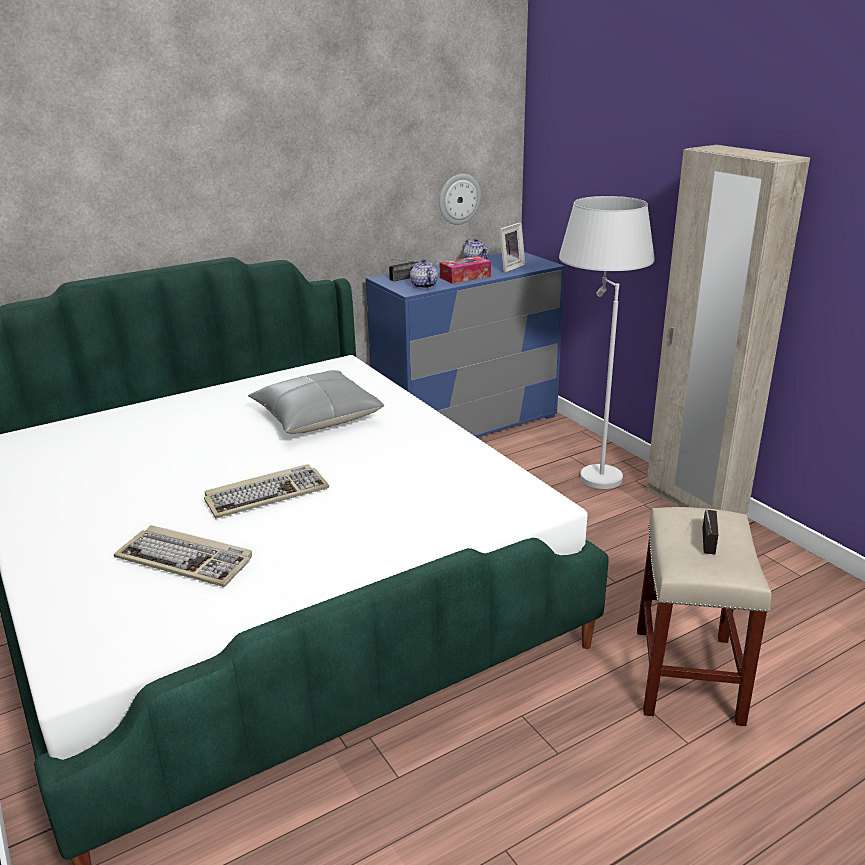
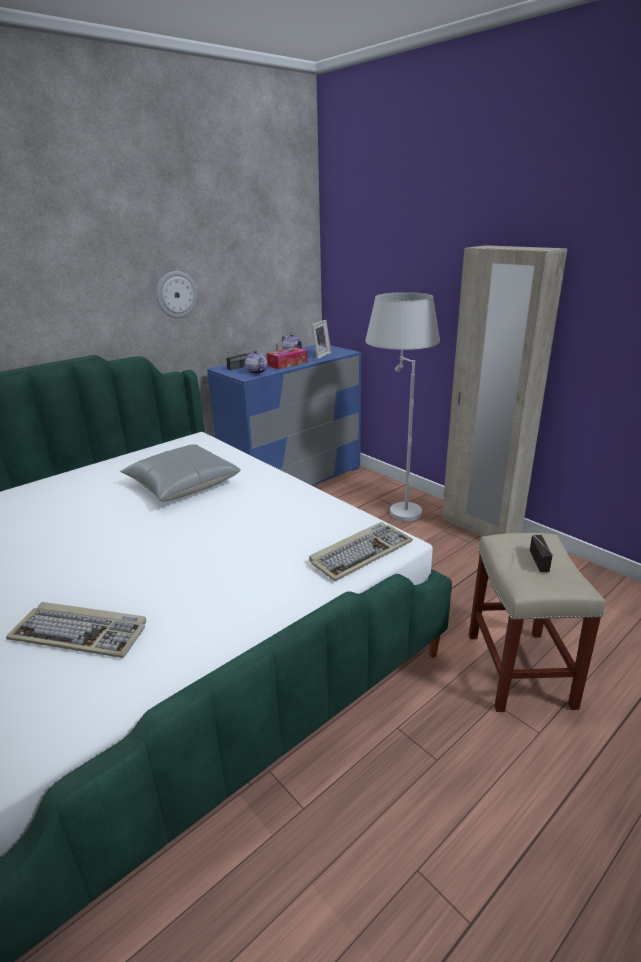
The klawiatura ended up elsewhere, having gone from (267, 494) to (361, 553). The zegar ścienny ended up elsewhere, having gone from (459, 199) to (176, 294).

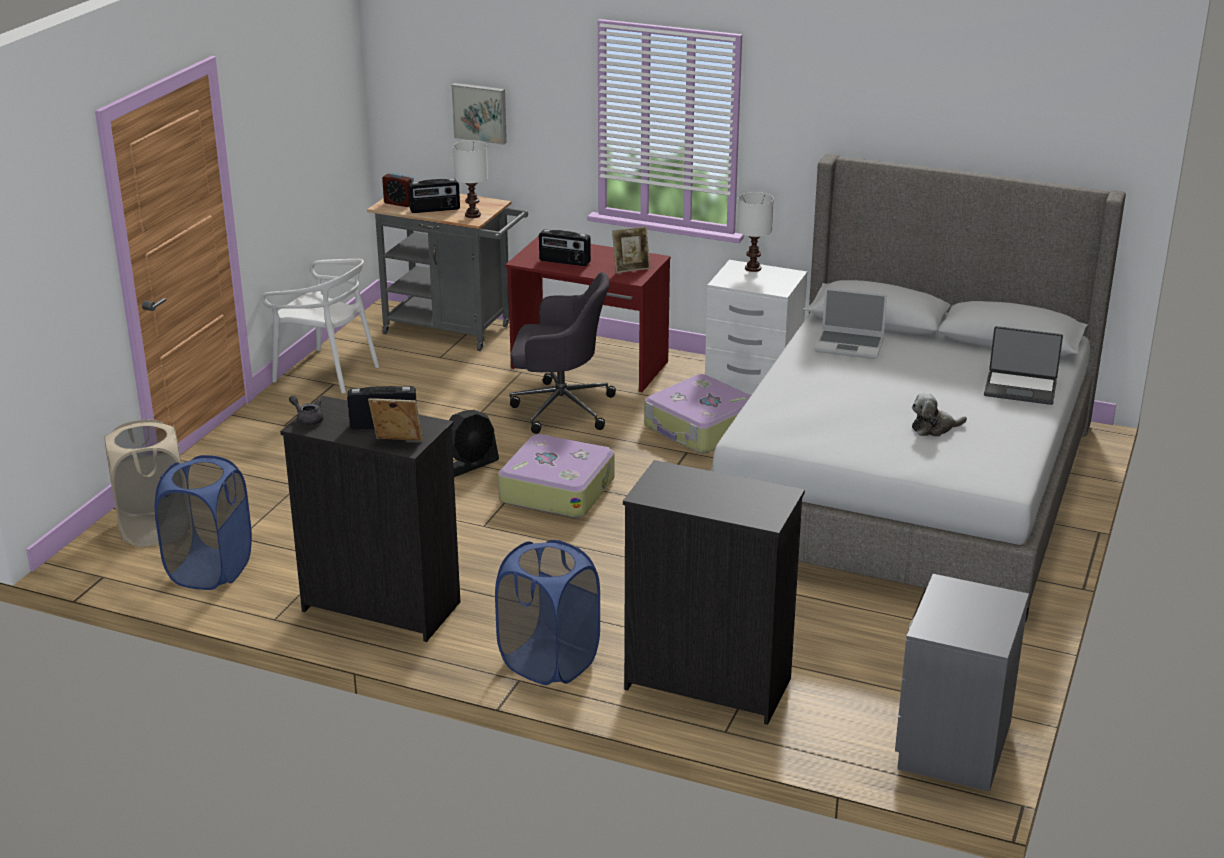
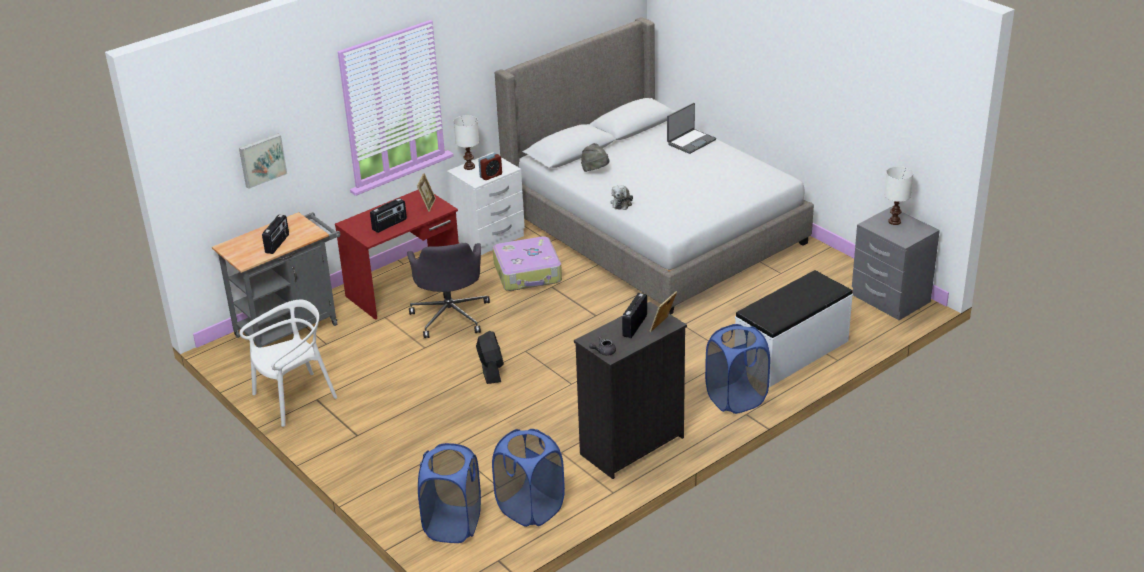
The second view lost the walizka at (557, 489). The budzik ended up elsewhere, having gone from (399, 203) to (491, 176). The lampa stołowa [biały] ended up elsewhere, having gone from (473, 215) to (894, 221). The pluszak ended up elsewhere, having gone from (934, 428) to (621, 203). Where the komoda [czarny] stood at (706, 683), the ławka [biały] came to stand at (792, 353). Where the laptop stood at (850, 345), the kapelusz [szary] came to stand at (595, 171). What was the kosz na pranie [beżowy] at (154, 529) turned into the kosz na pranie [niebieski] at (453, 525). The krzesło biurowe [szary] at (560, 408) ended up facing another way, 135 degrees clockwise from before.

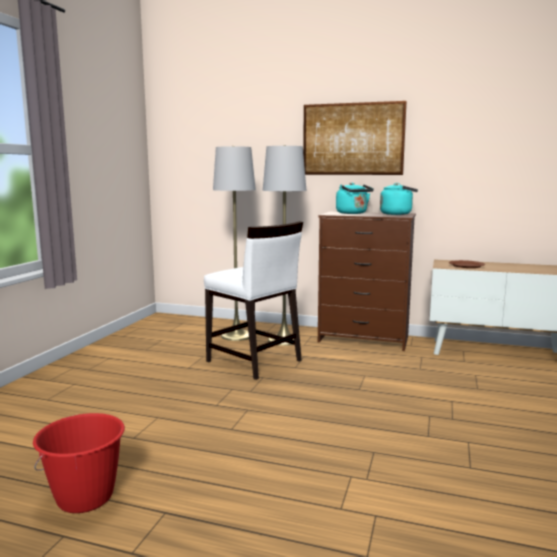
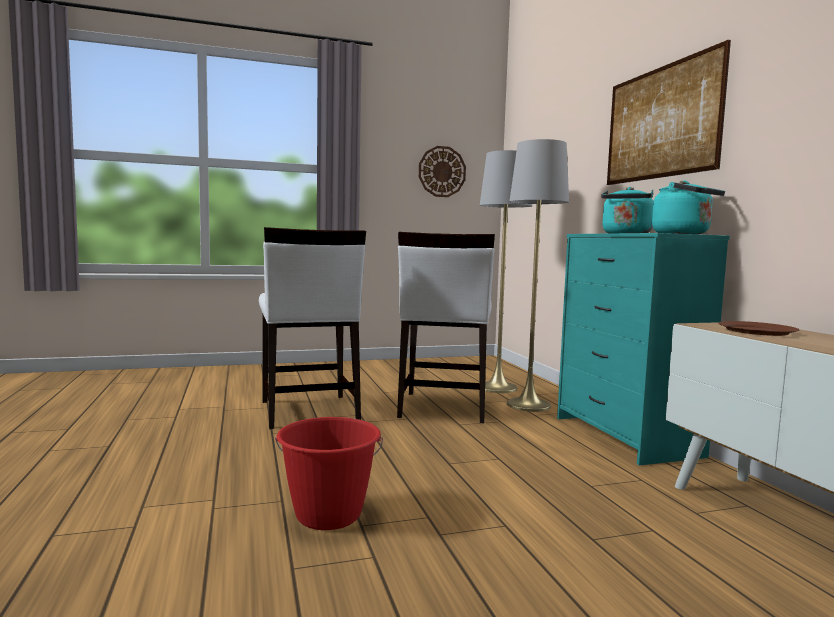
The second view gained the krzesło [biały] at (308, 411). The second view gained the zegar ścienny at (442, 171). The wiadro [czerwony] ended up elsewhere, having gone from (85, 497) to (328, 515). What was the komoda [brązowy] at (363, 339) turned into the komoda [turkusowy] at (624, 436).

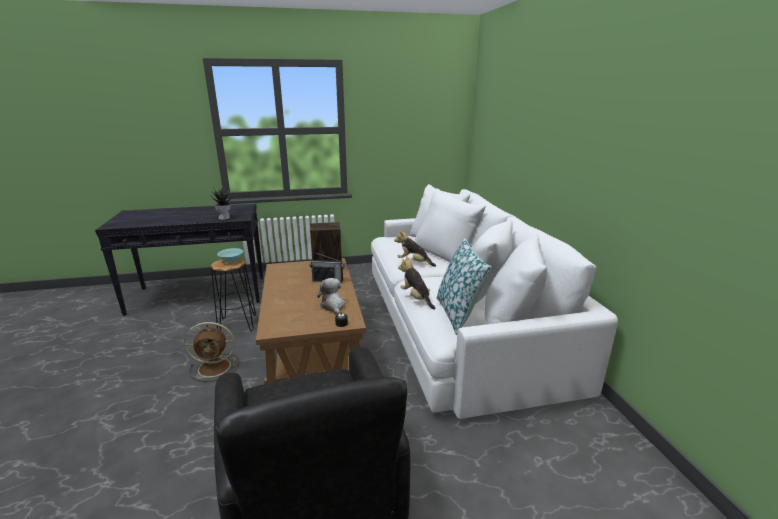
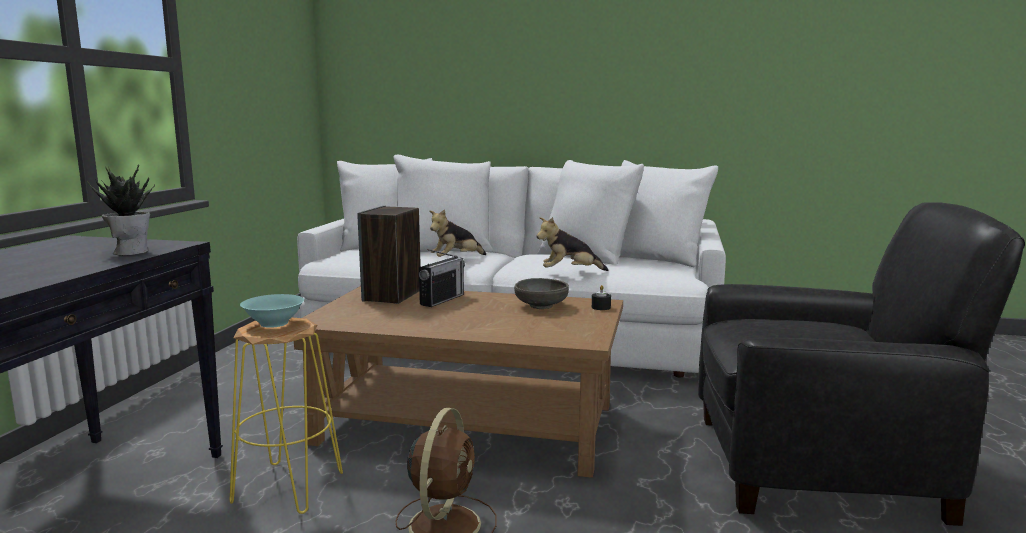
The second view lost the poduszka at (458, 314). Where the pluszak stood at (333, 306), the miska [szary] came to stand at (541, 306). What was the stołek [czarny] at (238, 324) turned into the stołek [żółty] at (288, 487).

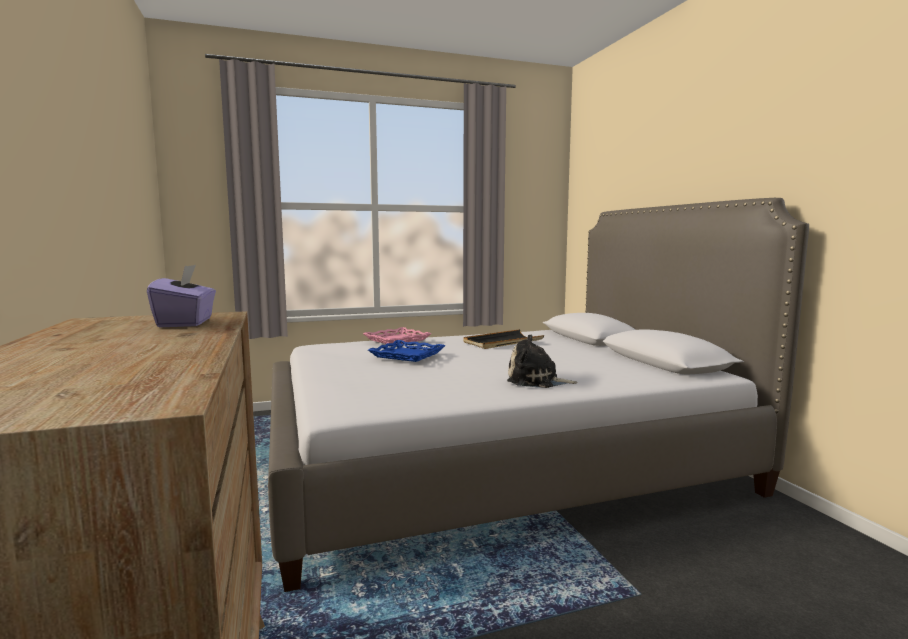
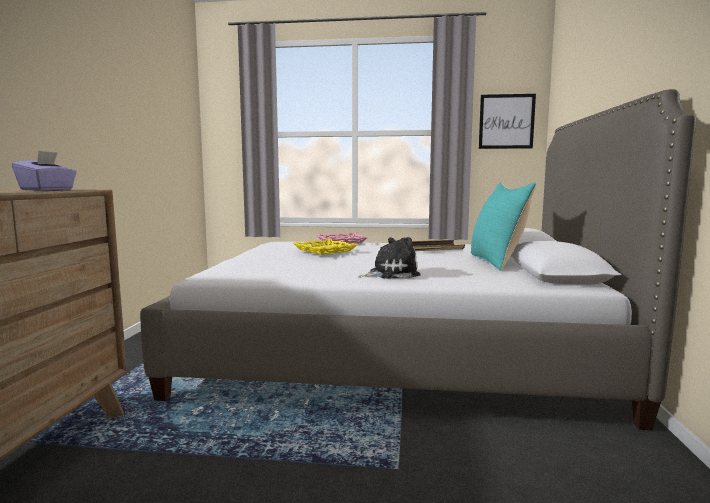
The second view gained the poduszka [turkusowy] at (497, 262). The second view gained the obraz at (506, 121). What was the taca [niebieski] at (407, 355) turned into the taca [żółty] at (324, 250). The pluszak at (536, 381) ended up facing another way, 120 degrees clockwise from before.

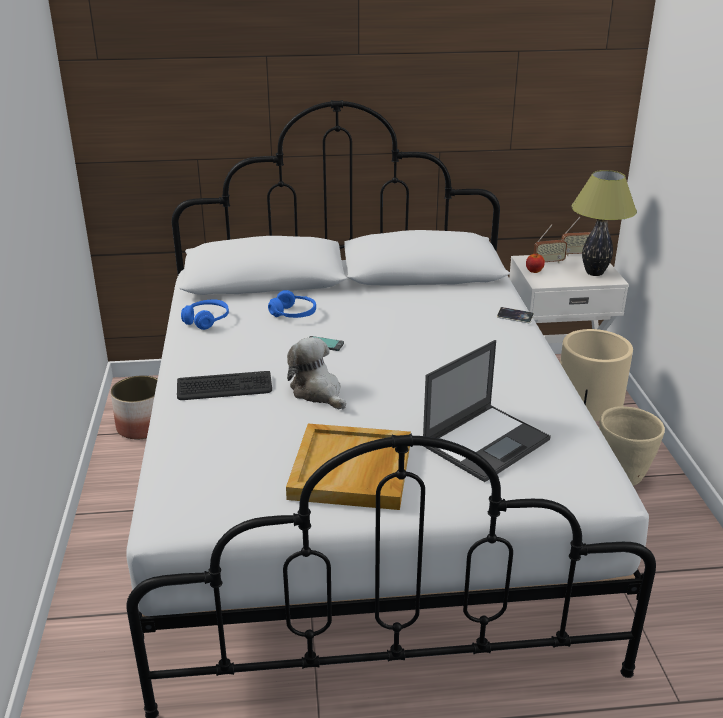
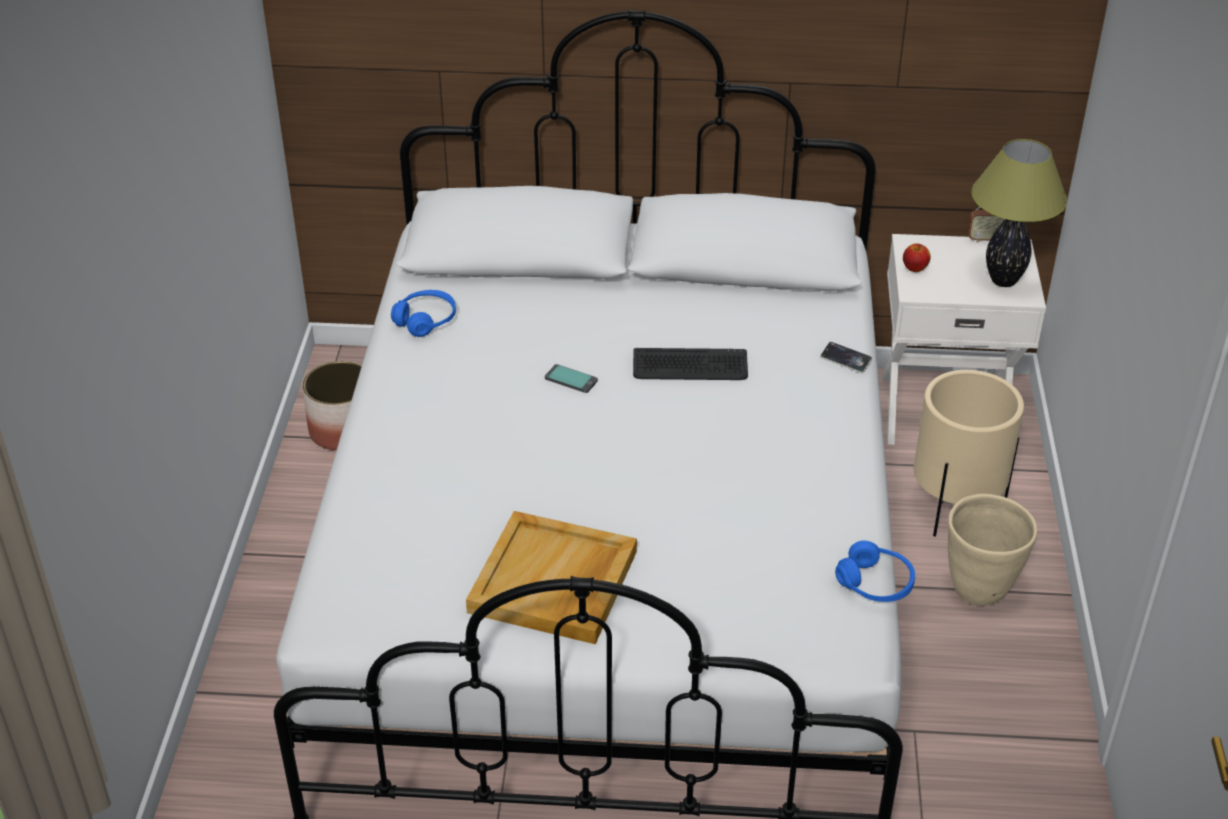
The second view lost the pluszak at (318, 392). The second view lost the laptop at (486, 442). The second view lost the radio at (548, 262). The klawiatura ended up elsewhere, having gone from (224, 387) to (690, 366). The słuchawki [niebieski] ended up elsewhere, having gone from (293, 314) to (875, 583).

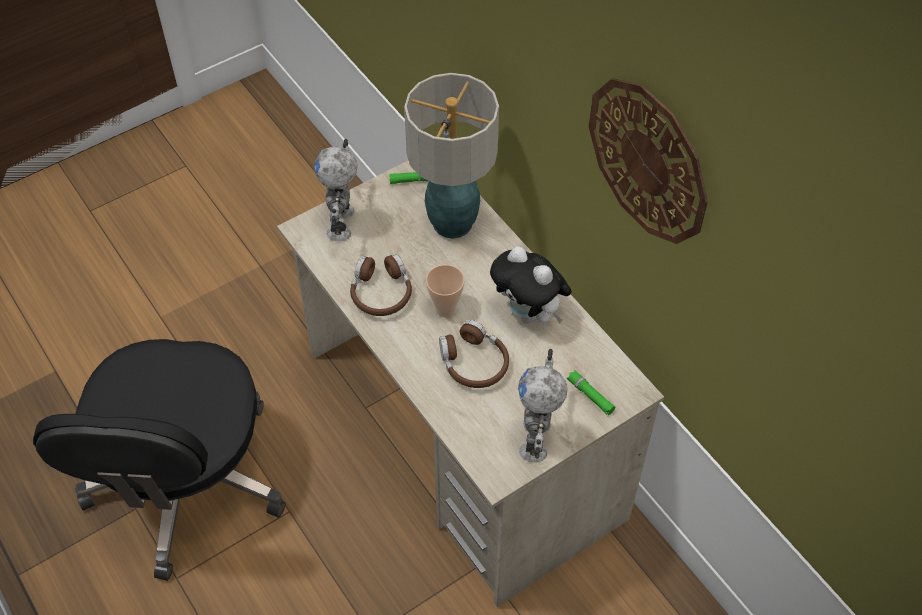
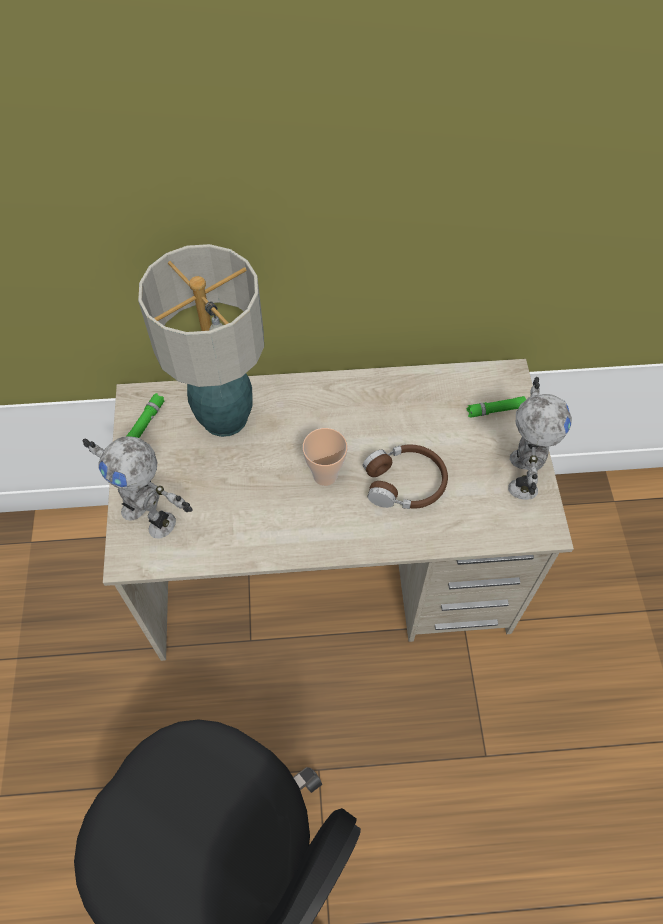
The second view lost the słuchawki [brązowy] at (381, 292). The second view lost the pluszak at (529, 314). The second view lost the zegar ścienny at (648, 160). The robot zabawkowy at (537, 439) ended up facing another way, 120 degrees counterclockwise from before.

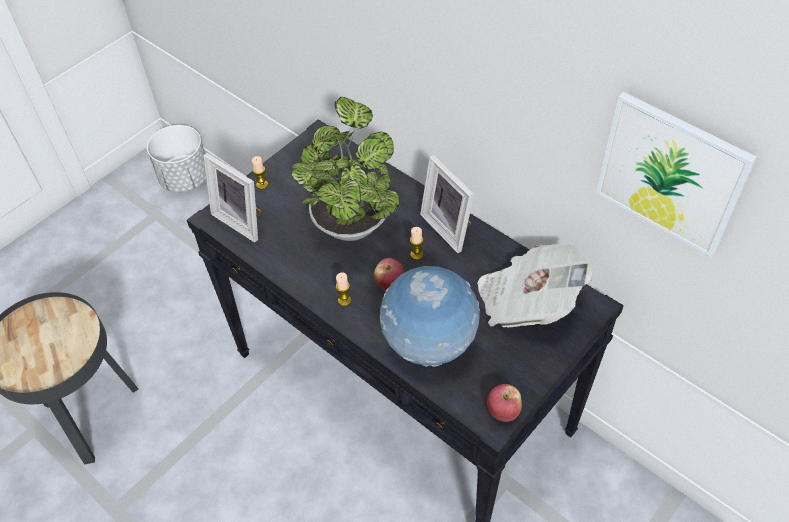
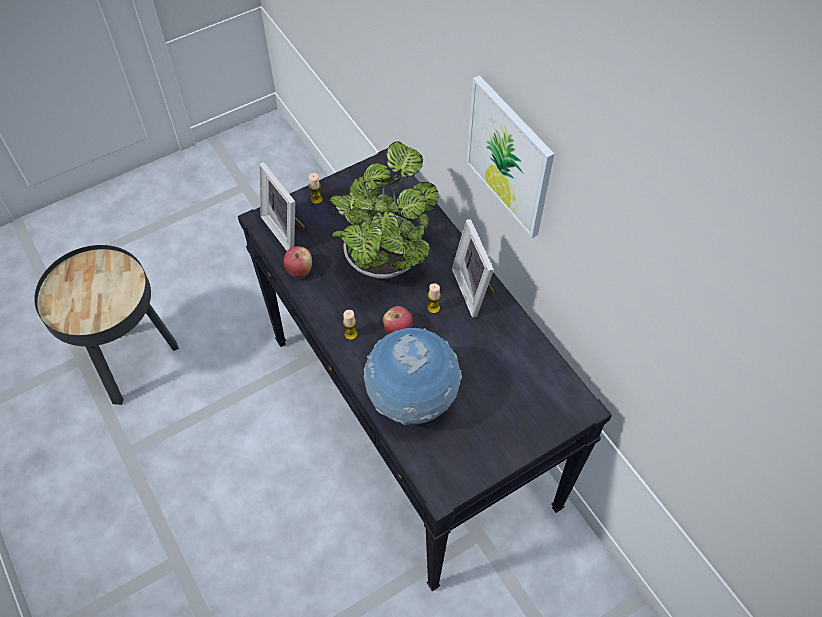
The second view lost the donica [biały] at (185, 179). The second view lost the gazeta at (527, 301). The jabłko ended up elsewhere, having gone from (503, 412) to (299, 271). The obraz ended up elsewhere, having gone from (670, 174) to (509, 157).

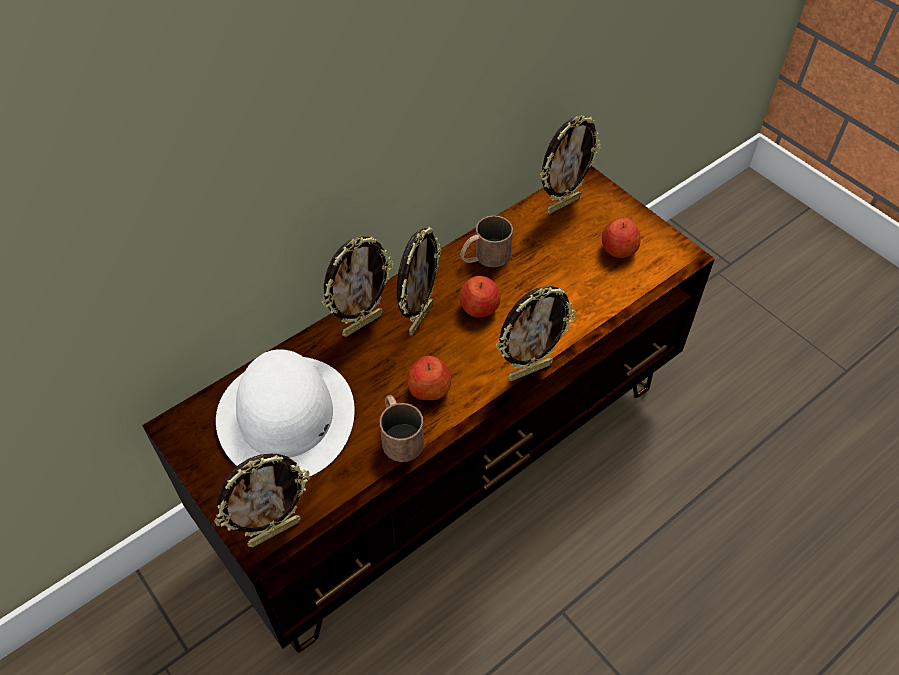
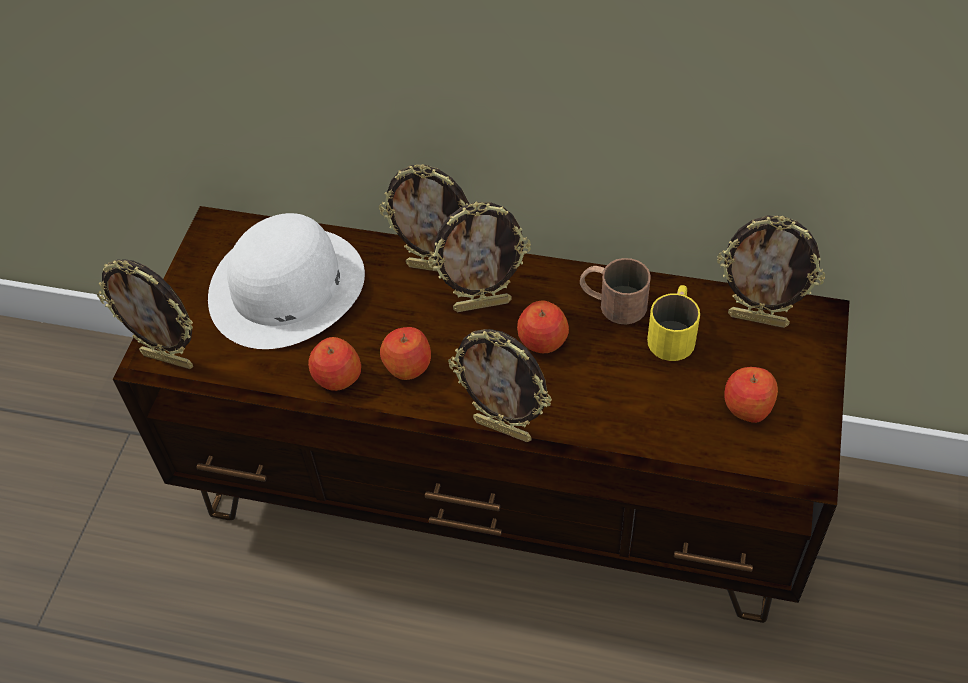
The second view gained the kubek [żółty] at (674, 332). Where the kubek [brązowy] stood at (399, 434), the jabłko came to stand at (337, 377).

